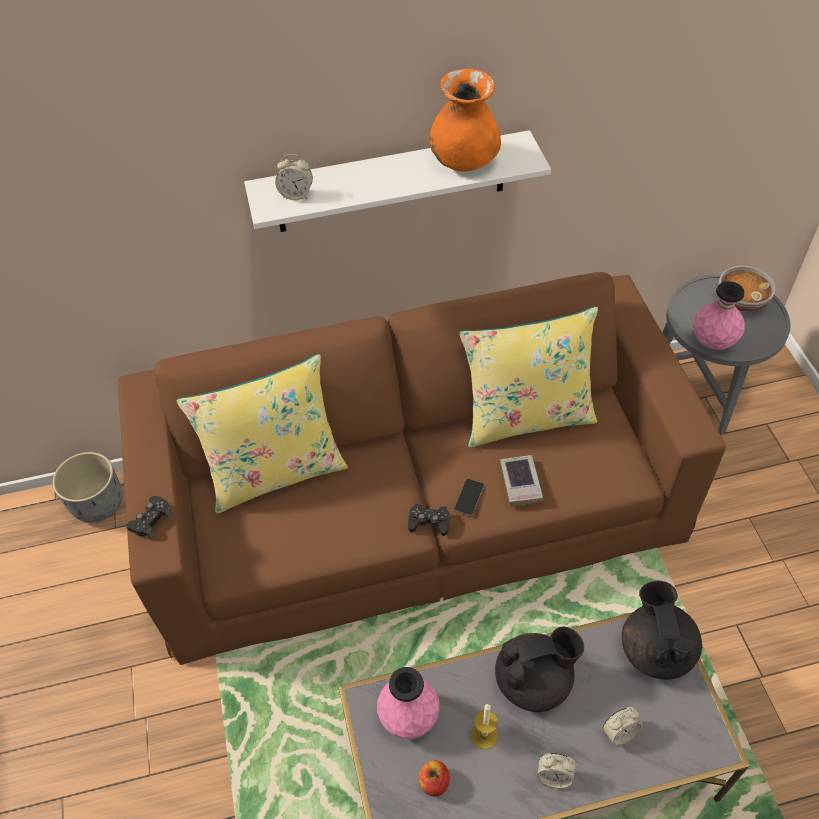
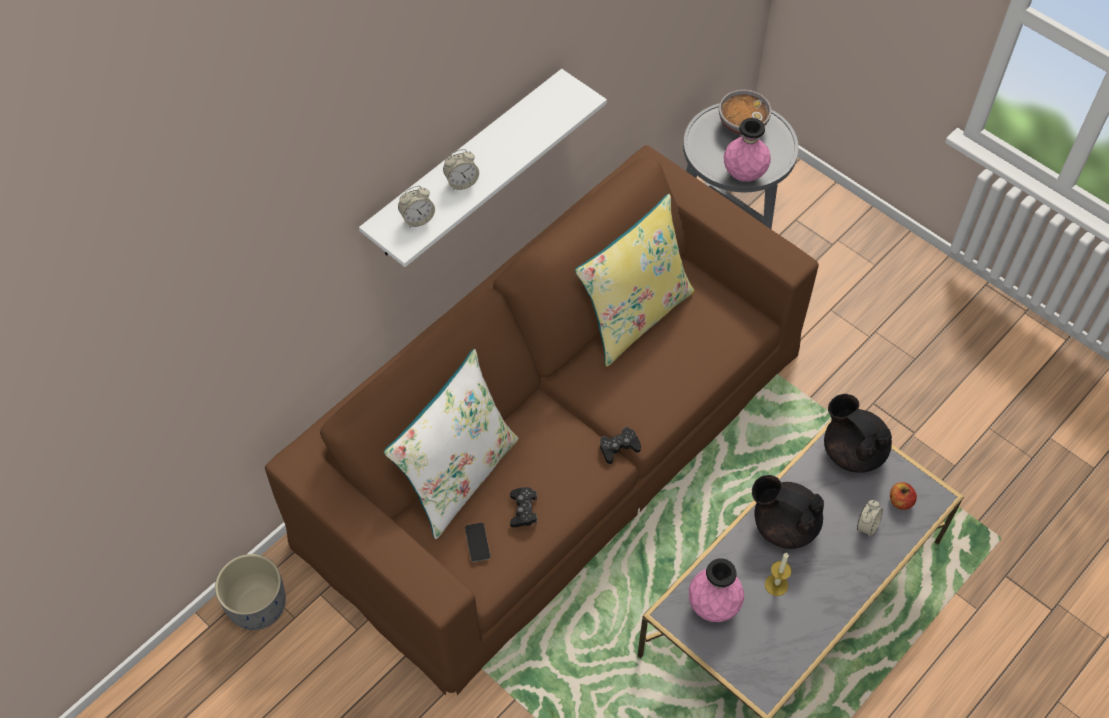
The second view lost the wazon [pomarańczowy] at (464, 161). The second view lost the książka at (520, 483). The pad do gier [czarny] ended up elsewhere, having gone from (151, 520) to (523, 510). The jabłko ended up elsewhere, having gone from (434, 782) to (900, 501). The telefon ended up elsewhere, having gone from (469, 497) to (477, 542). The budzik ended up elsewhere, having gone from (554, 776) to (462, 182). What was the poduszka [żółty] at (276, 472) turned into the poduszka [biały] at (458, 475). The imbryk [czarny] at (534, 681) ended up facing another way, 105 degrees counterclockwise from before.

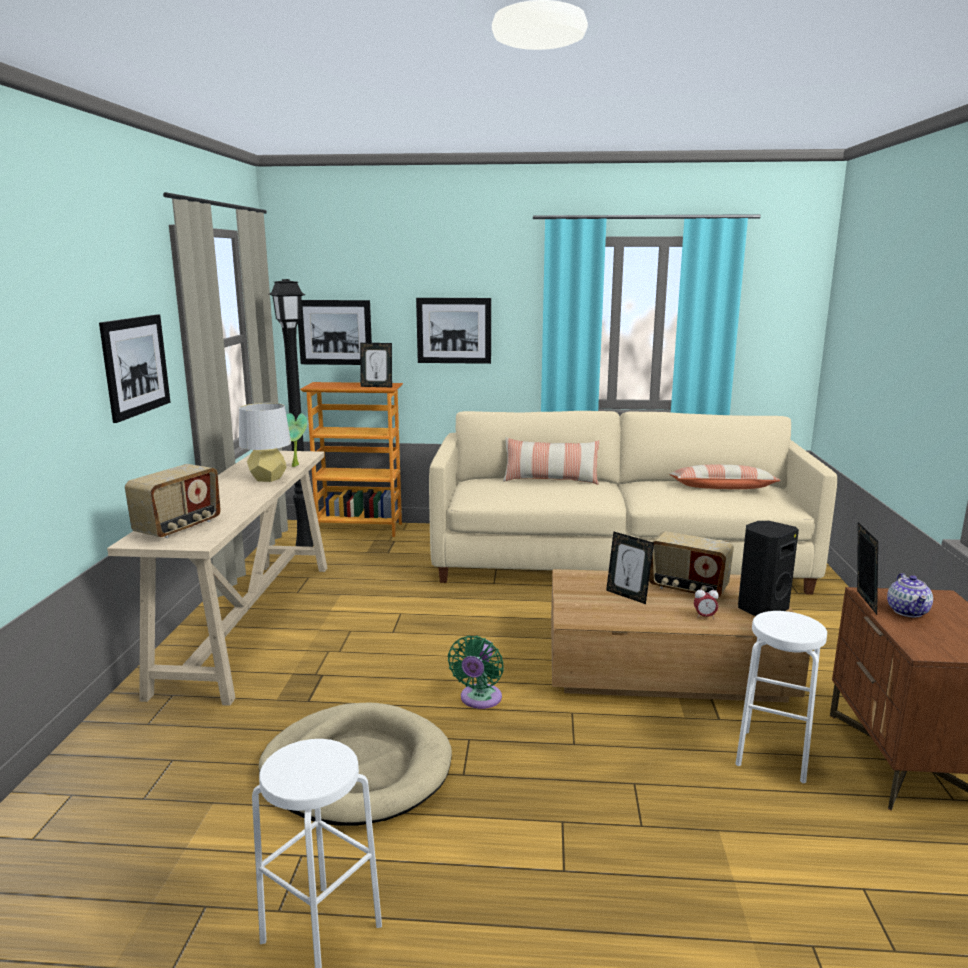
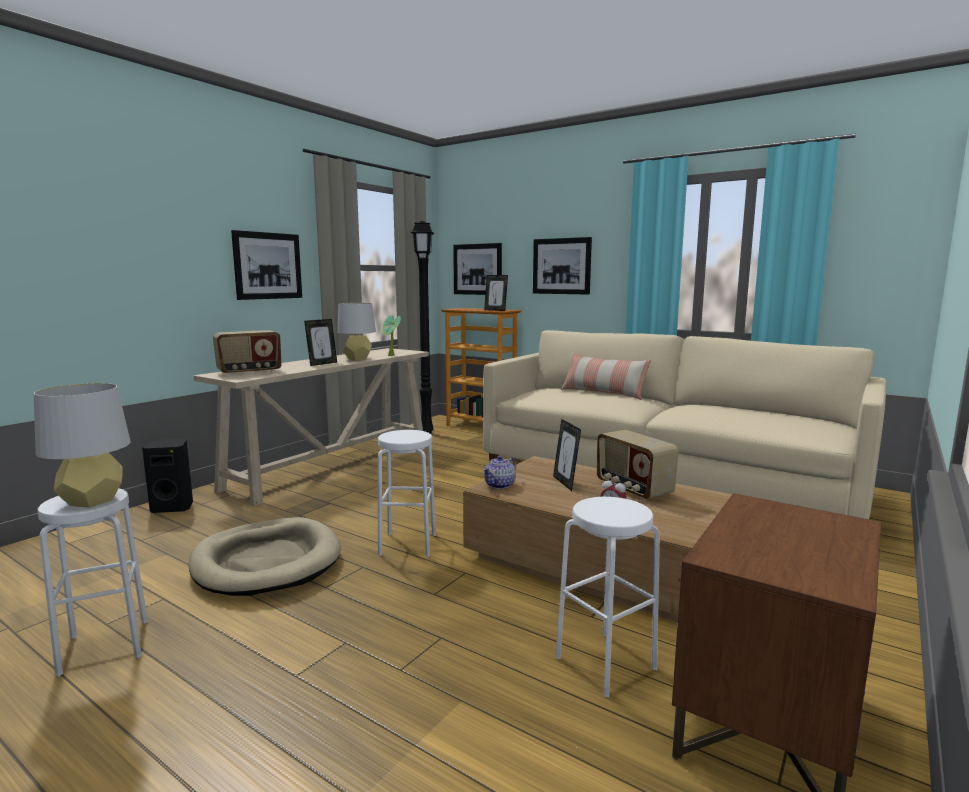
The second view lost the poduszka at (722, 488). The second view gained the lampa stołowa [szary] at (92, 501). The głośnik [czarny] ended up elsewhere, having gone from (761, 609) to (173, 507). The ramka na zdjęcie ended up elsewhere, having gone from (861, 602) to (322, 363). The imbryk ended up elsewhere, having gone from (907, 611) to (500, 485). Where the wentylator [zielony] stood at (479, 699), the stołek [biały] came to stand at (408, 544).

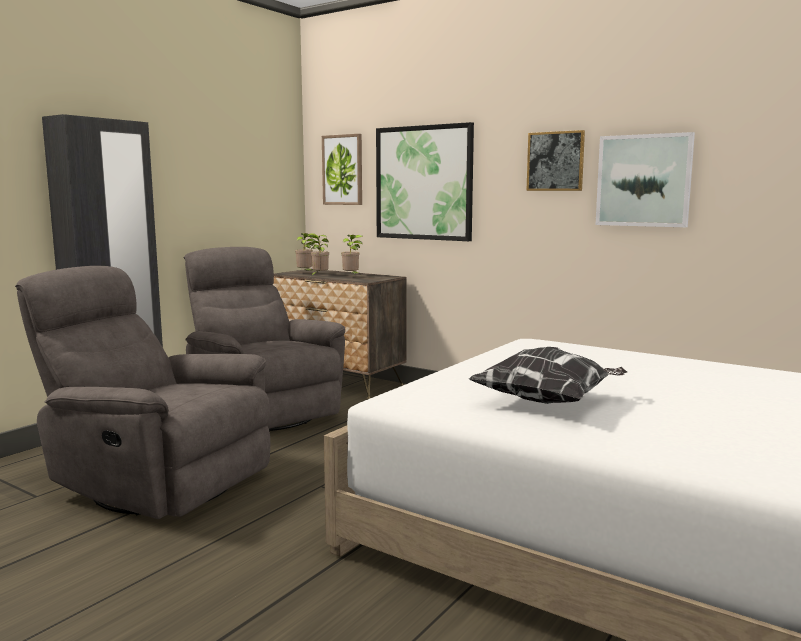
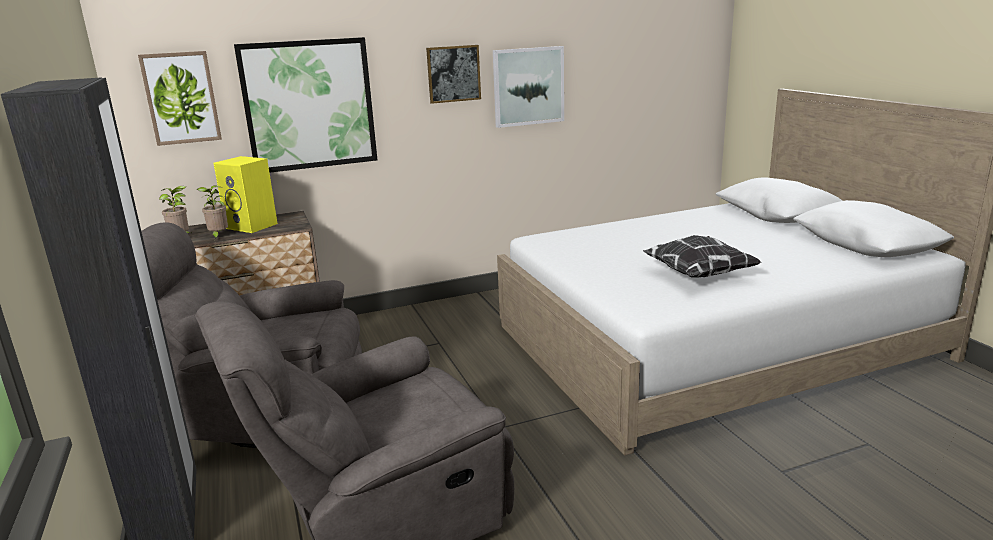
Where the roślina doniczkowa stood at (352, 276), the głośnik [żółty] came to stand at (253, 226).

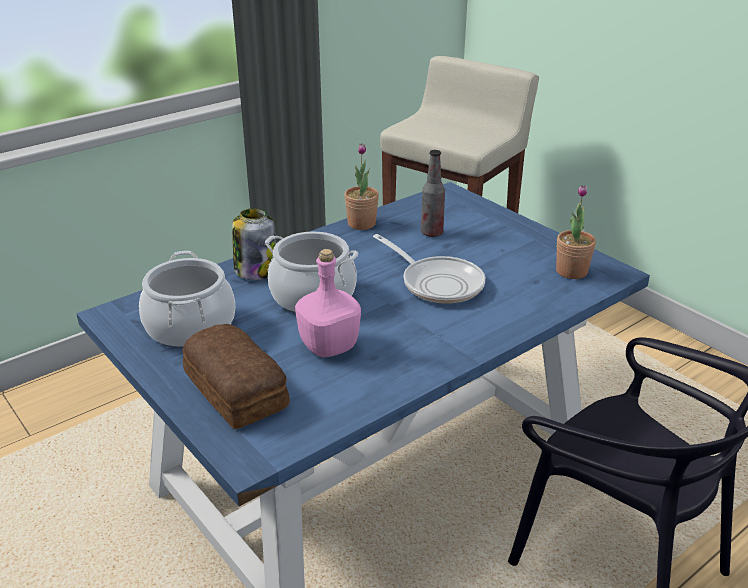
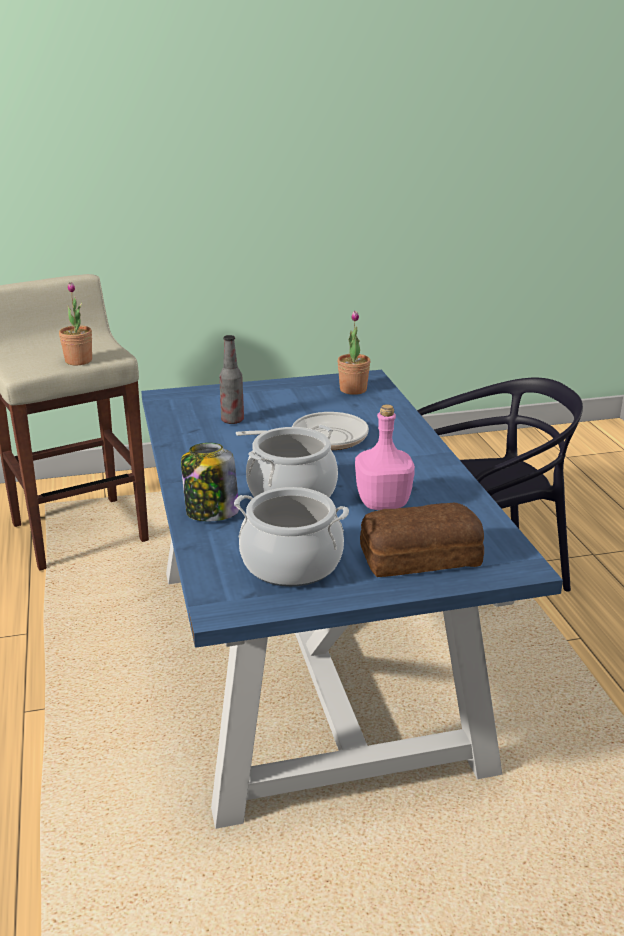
The roślina doniczkowa ended up elsewhere, having gone from (361, 224) to (78, 361).

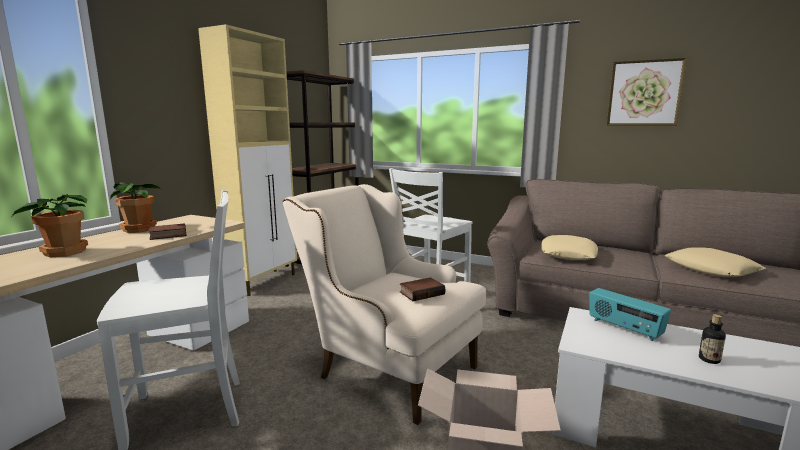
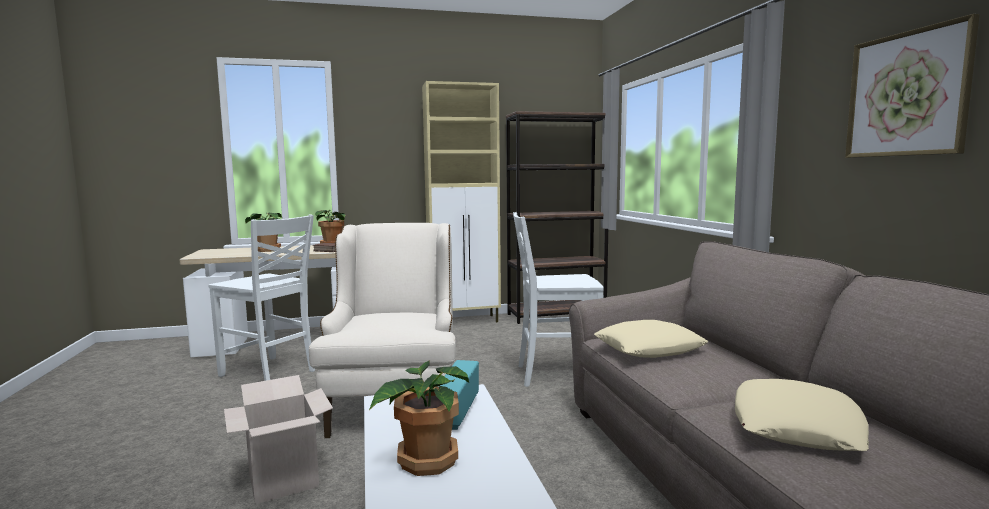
The second view lost the książka at (422, 292). Where the butelka stood at (709, 359), the roślina doniczkowa came to stand at (425, 461).

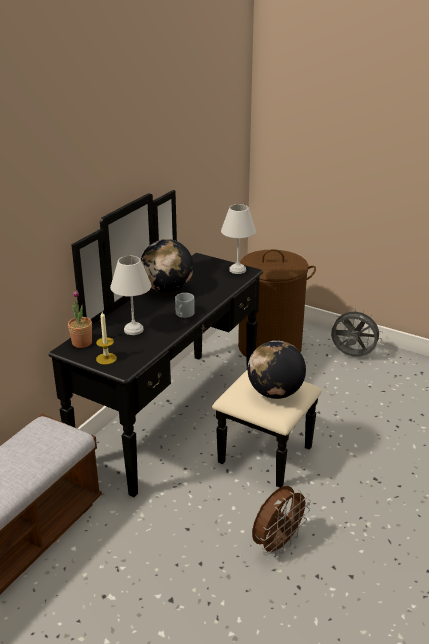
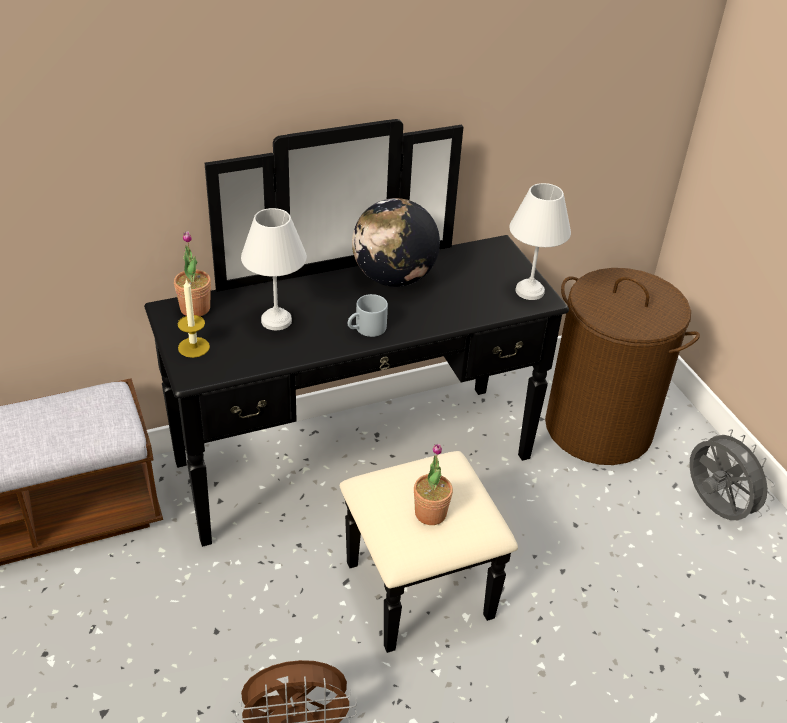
Where the globus stood at (275, 393), the roślina doniczkowa came to stand at (430, 513).

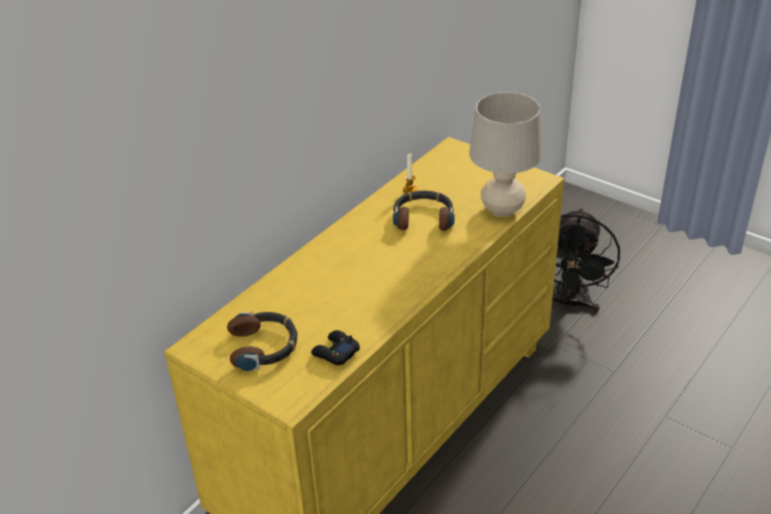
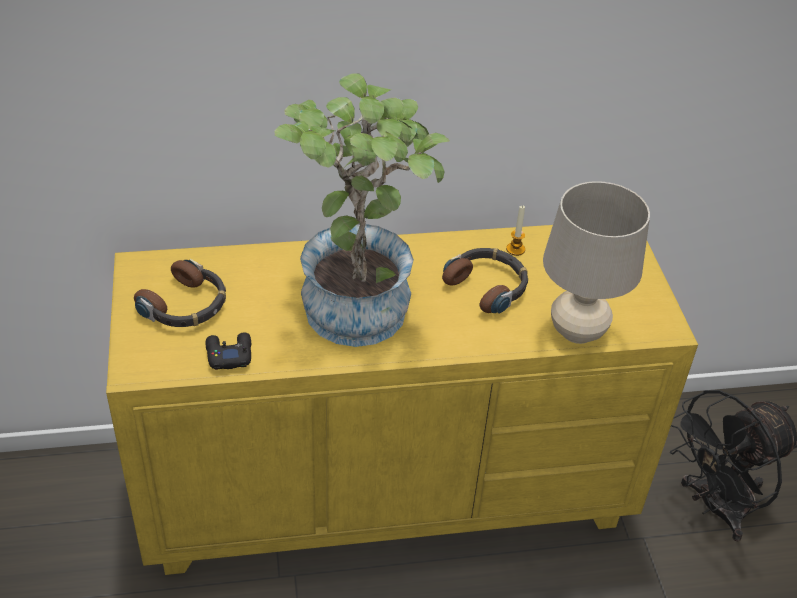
The second view gained the roślina doniczkowa at (359, 299).

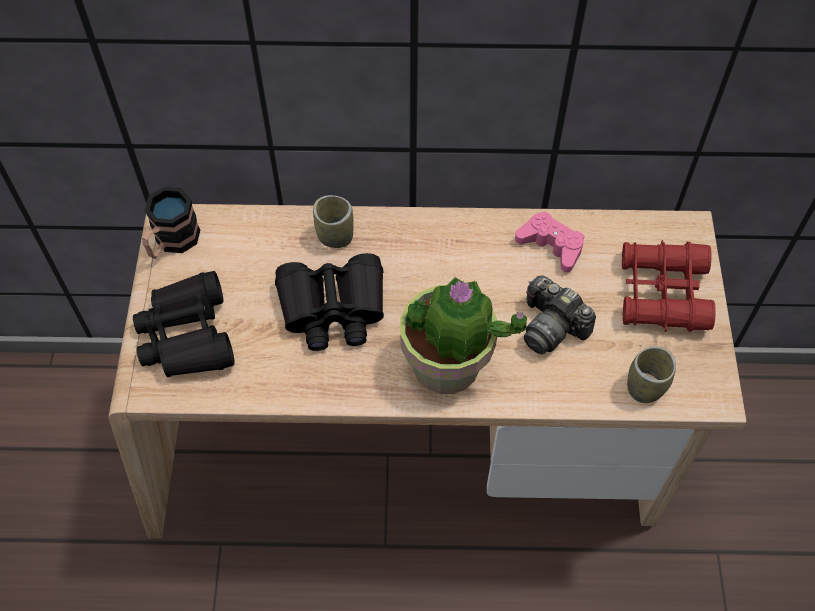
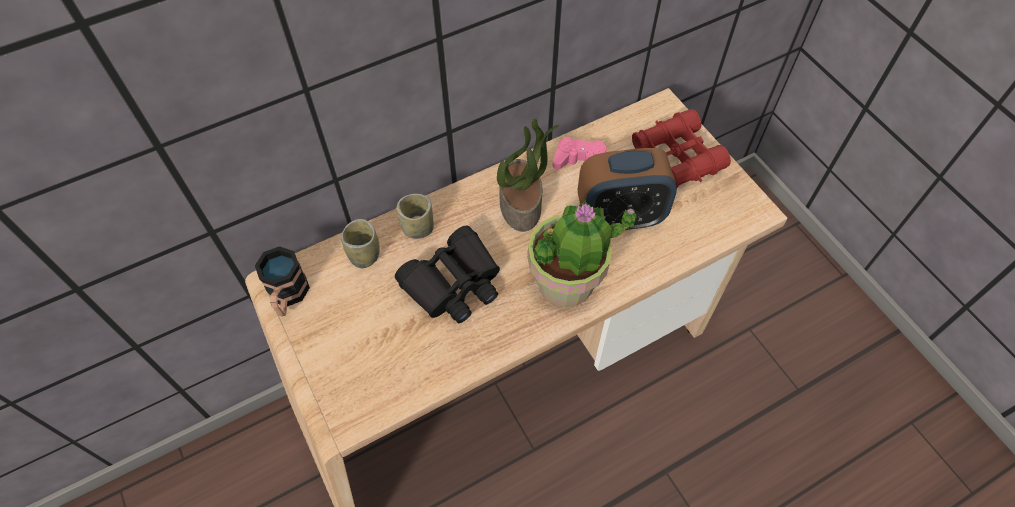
The second view lost the lornetka [czarny] at (187, 335). The second view gained the roślina doniczkowa at (521, 205). The filiżanka ended up elsewhere, having gone from (645, 387) to (364, 255). Where the aparat fotograficzny stood at (551, 326), the budzik came to stand at (620, 217).

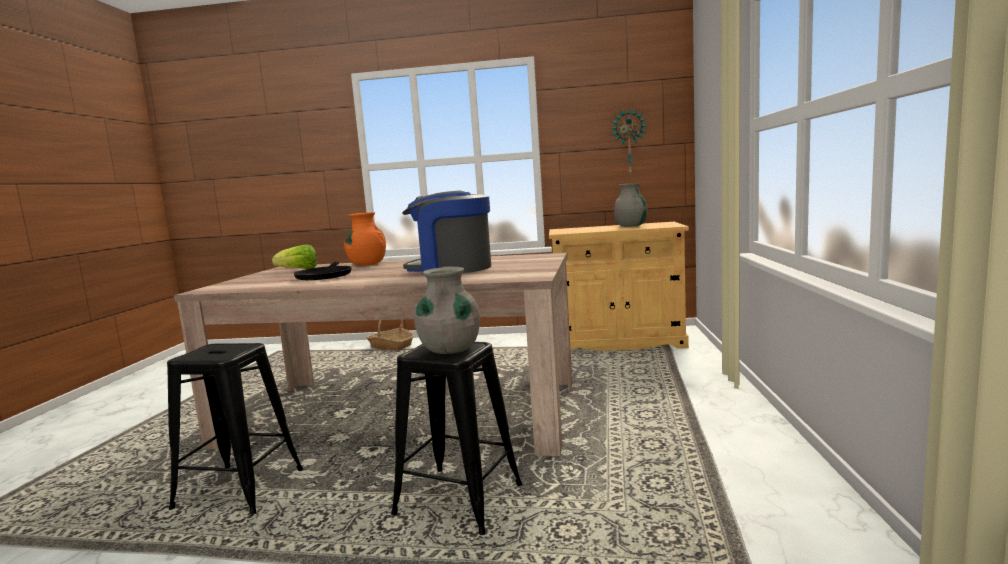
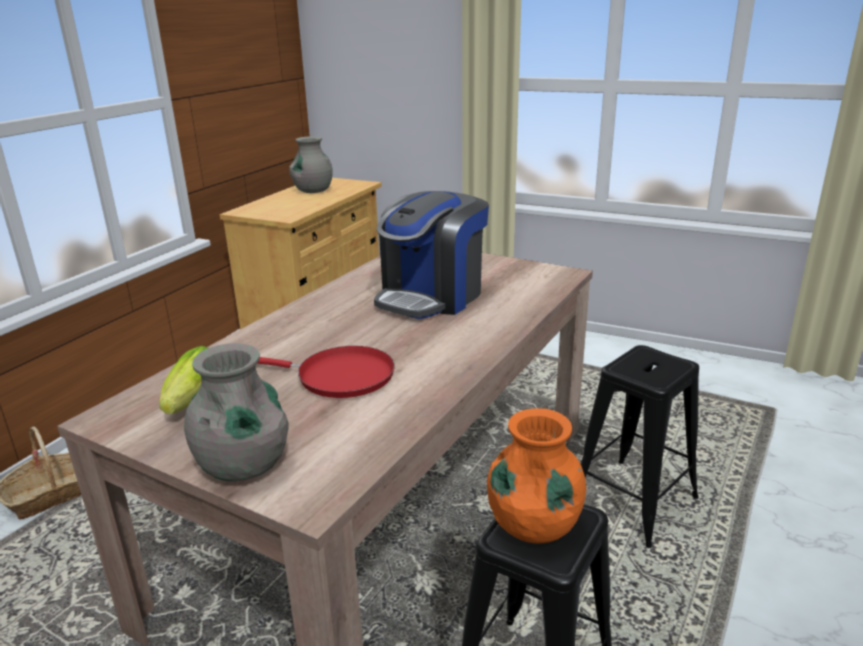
The second view lost the zegar ścienny at (629, 142). The wazon [pomarańczowy] ended up elsewhere, having gone from (367, 264) to (534, 525). The wazon [szary] ended up elsewhere, having gone from (450, 350) to (244, 466). What was the patelnia [czarny] at (324, 276) turned into the patelnia [czerwony] at (339, 377).

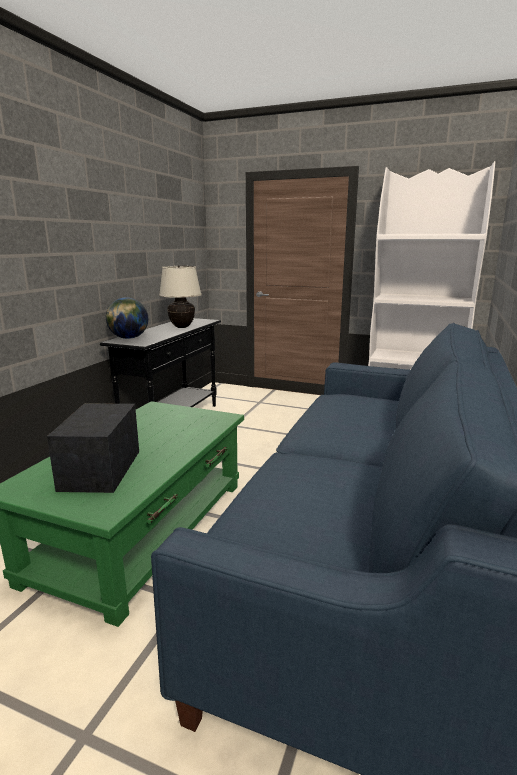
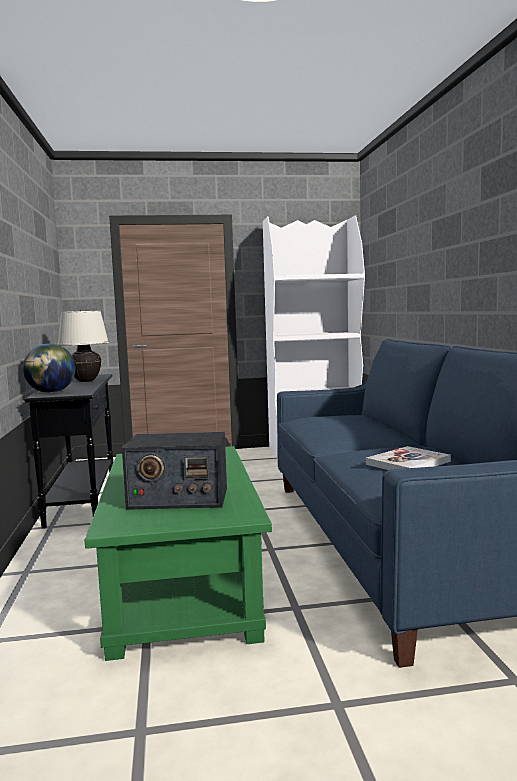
The second view gained the książka at (408, 463). The radio at (101, 469) ended up facing another way, 60 degrees counterclockwise from before.

